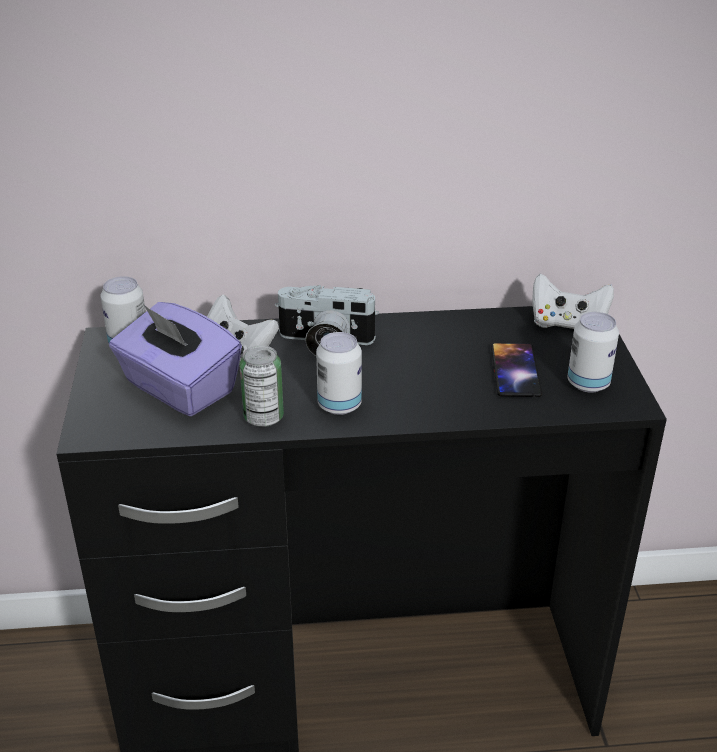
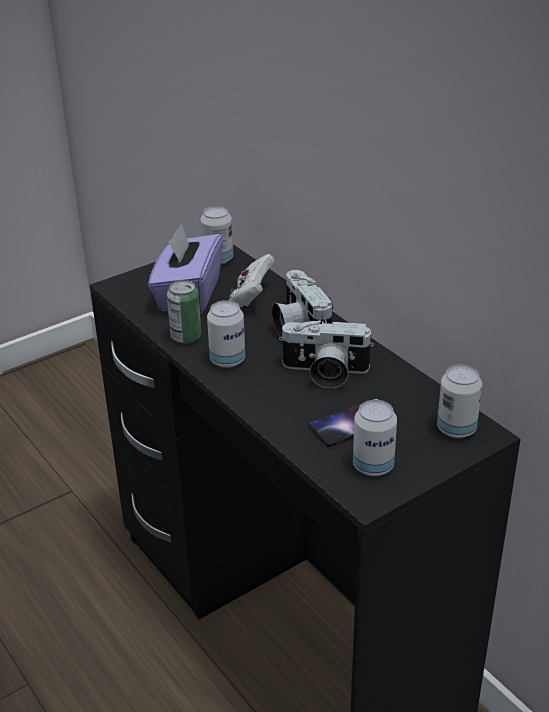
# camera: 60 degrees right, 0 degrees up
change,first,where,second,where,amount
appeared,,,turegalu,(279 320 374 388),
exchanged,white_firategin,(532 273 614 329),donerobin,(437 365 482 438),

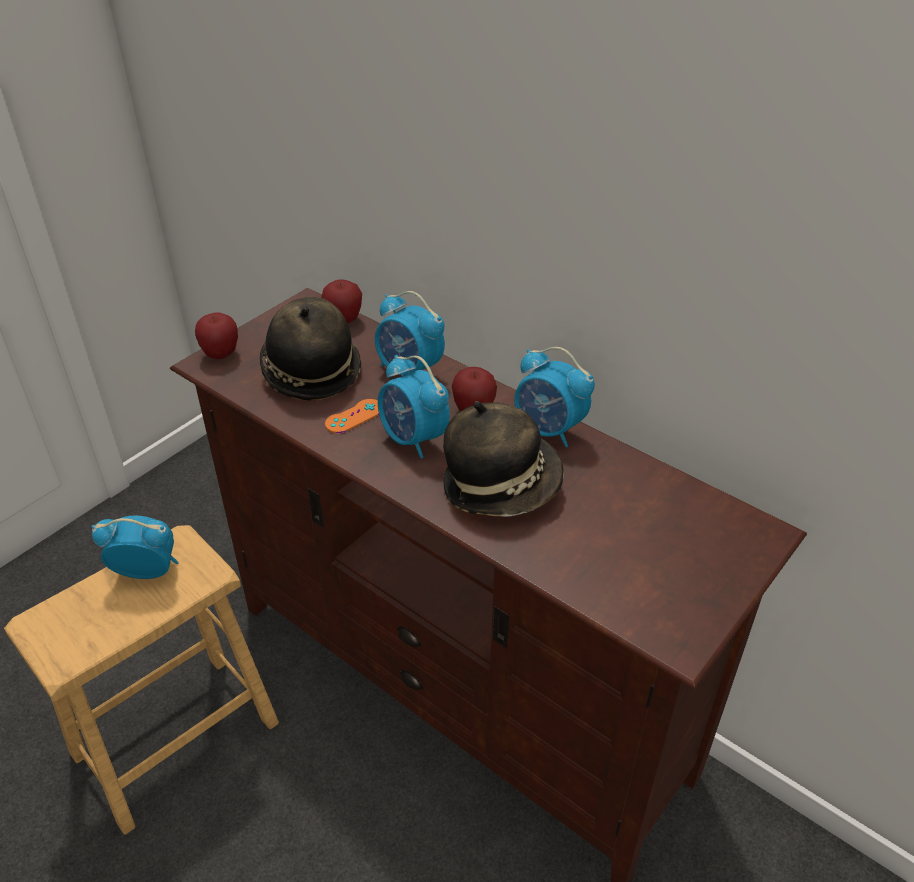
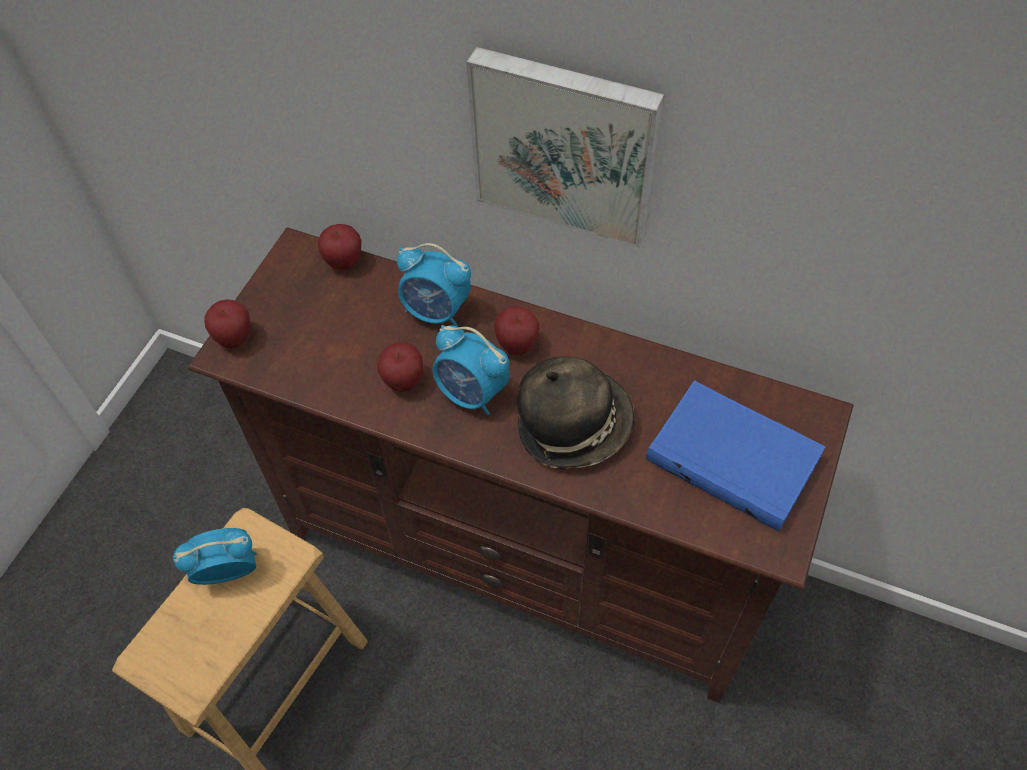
# camera: 15 degrees left, 15 degrees up
change,first,where,second,where,amount
missing,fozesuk,(260 297 361 401),,,
missing,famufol,(514 347 595 447),,,
appeared,,,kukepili,(467 47 664 248),
appeared,,,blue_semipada,(646 380 826 531),
exchanged,orange_firategin,(325 399 379 433),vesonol,(377 342 423 392),

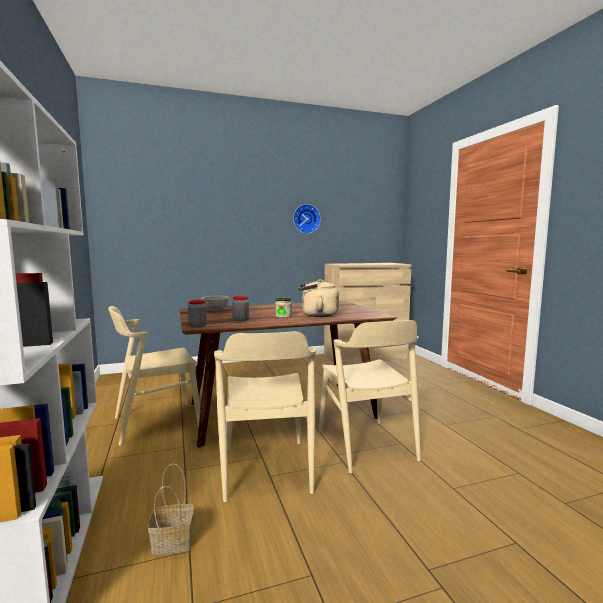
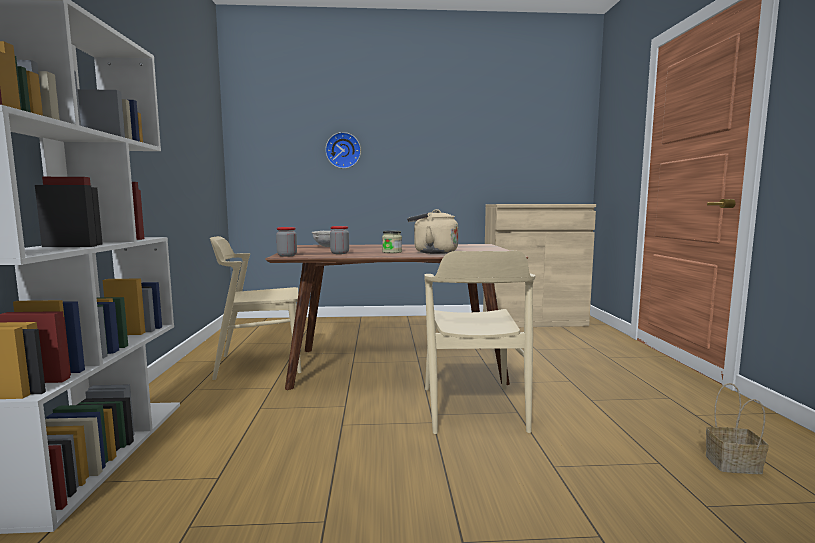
# camera: 15 degrees right, 0 degrees up
change,first,where,second,where,amount
missing,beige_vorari,(214 331 316 502),,,
relocated,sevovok,(148 463 194 555),,(706 383 768 474),
relocated,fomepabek,(293 204 321 234),,(325 132 361 168),

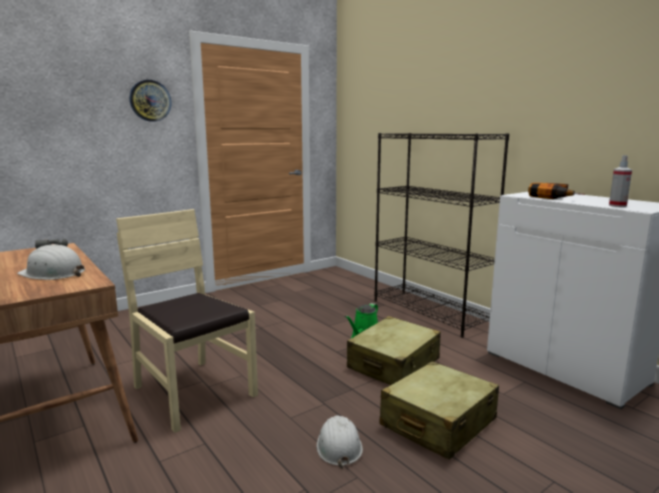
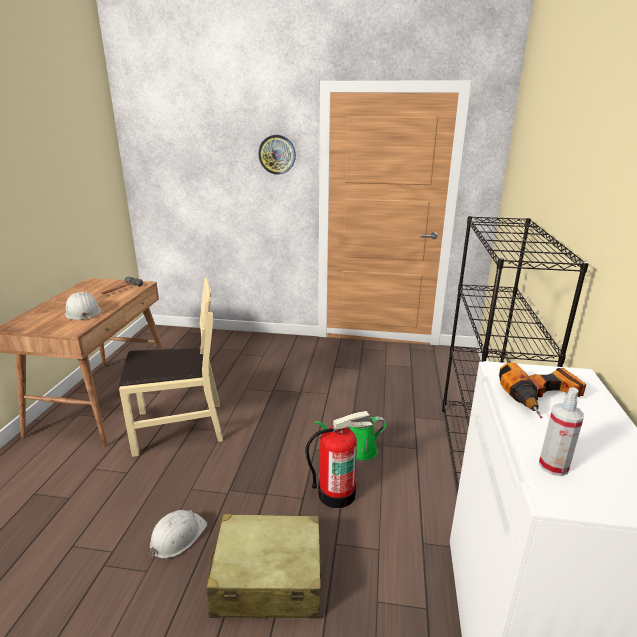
# camera: 45 degrees right, 10 degrees up
change,first,where,second,where,amount
exchanged,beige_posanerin,(347 316 441 385),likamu,(305 411 373 508),
spun,beige_vorari,(116 209 258 433),,(119 278 223 457),75 degrees clockwise

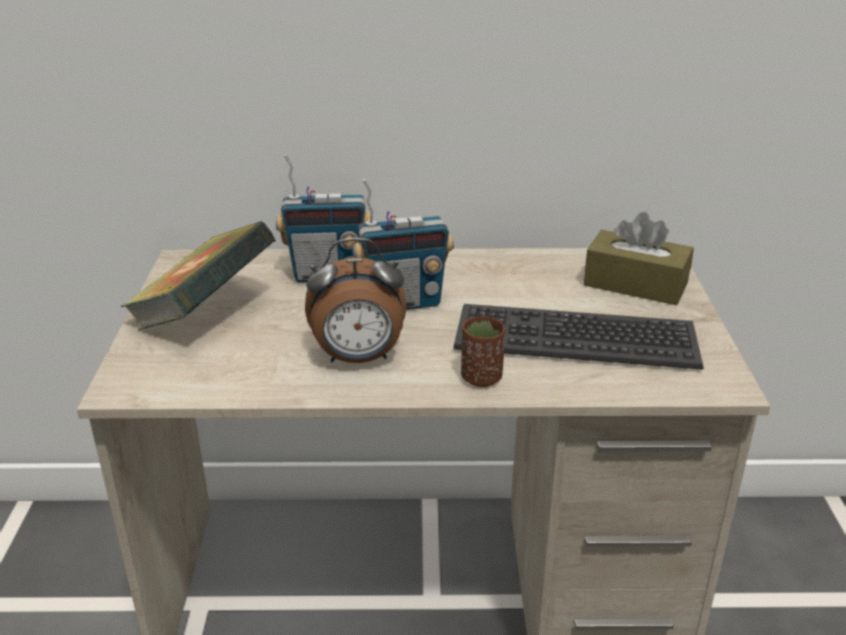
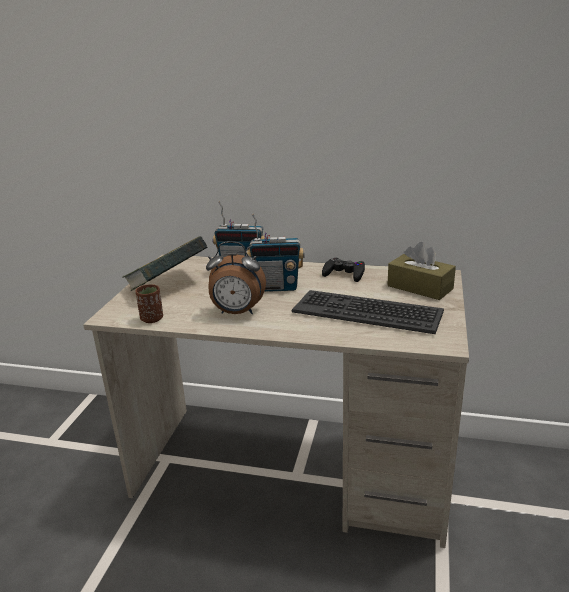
# camera: 15 degrees right, 5 degrees down
change,first,where,second,where,amount
appeared,,,black_firategin,(322 258 365 282),
relocated,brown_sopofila,(461 316 505 387),,(136 284 163 323),

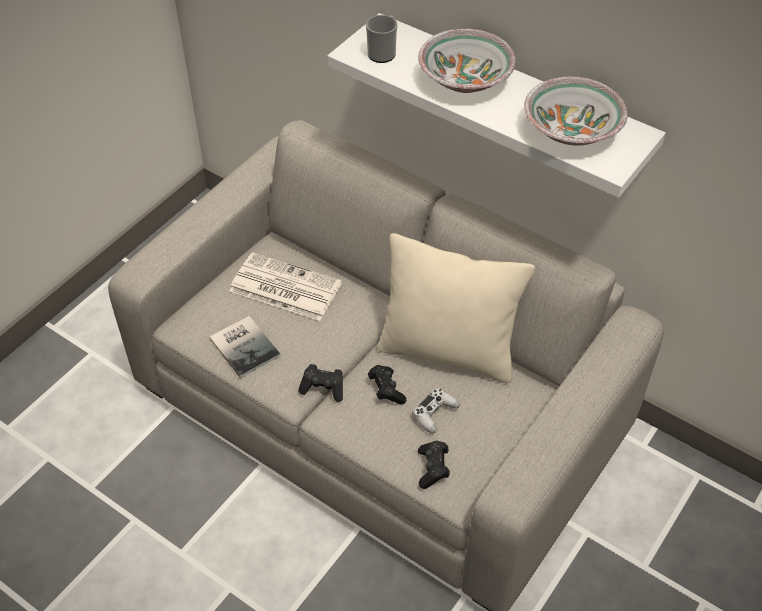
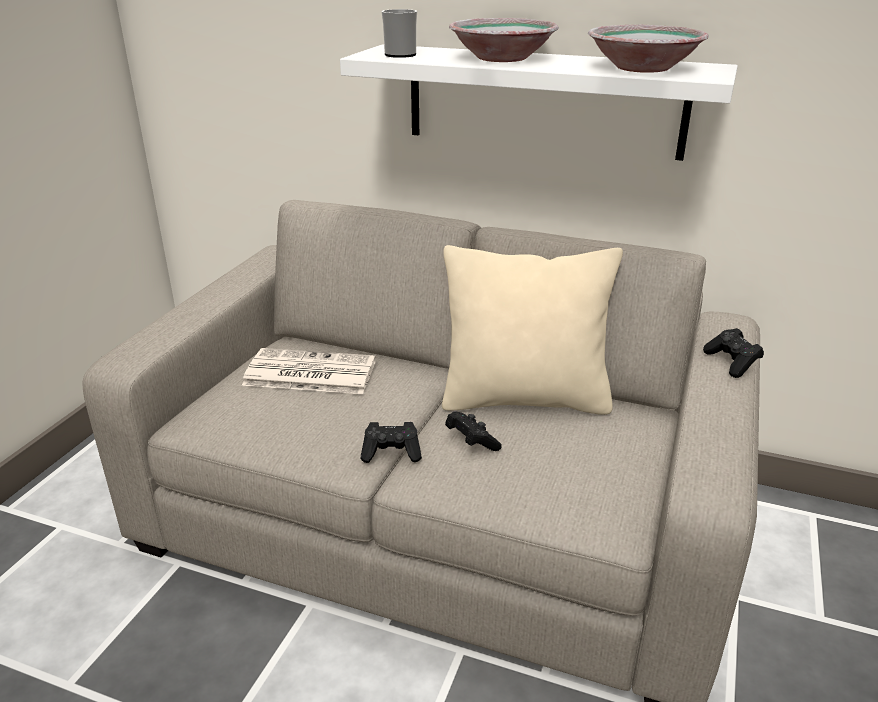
# camera: 15 degrees left, 20 degrees down
change,first,where,second,where,amount
missing,semipada,(209 316 281 378),,,
missing,white_firategin,(412 388 460 434),,,
relocated,black_firategin,(418 441 450 489),,(703 328 764 378),

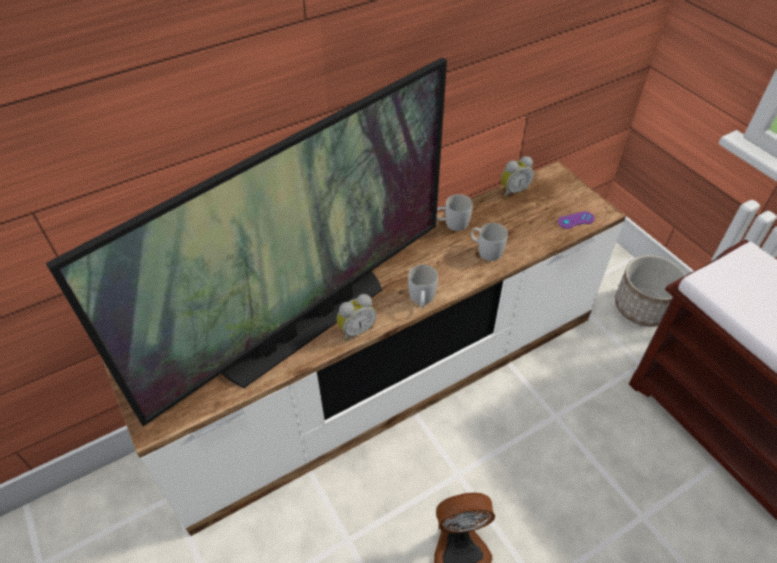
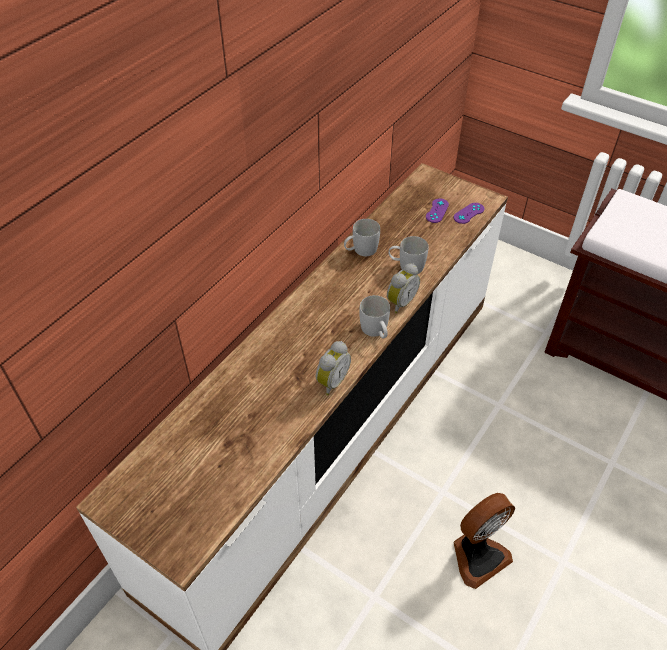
# camera: 25 degrees left, 0 degrees up
change,first,where,second,where,amount
missing,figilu,(46 57 447 426),,,
missing,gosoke,(615 255 686 327),,,
appeared,,,purple_firategin,(426 199 449 223),
relocated,famufol,(501 156 534 197),,(387 263 420 314),

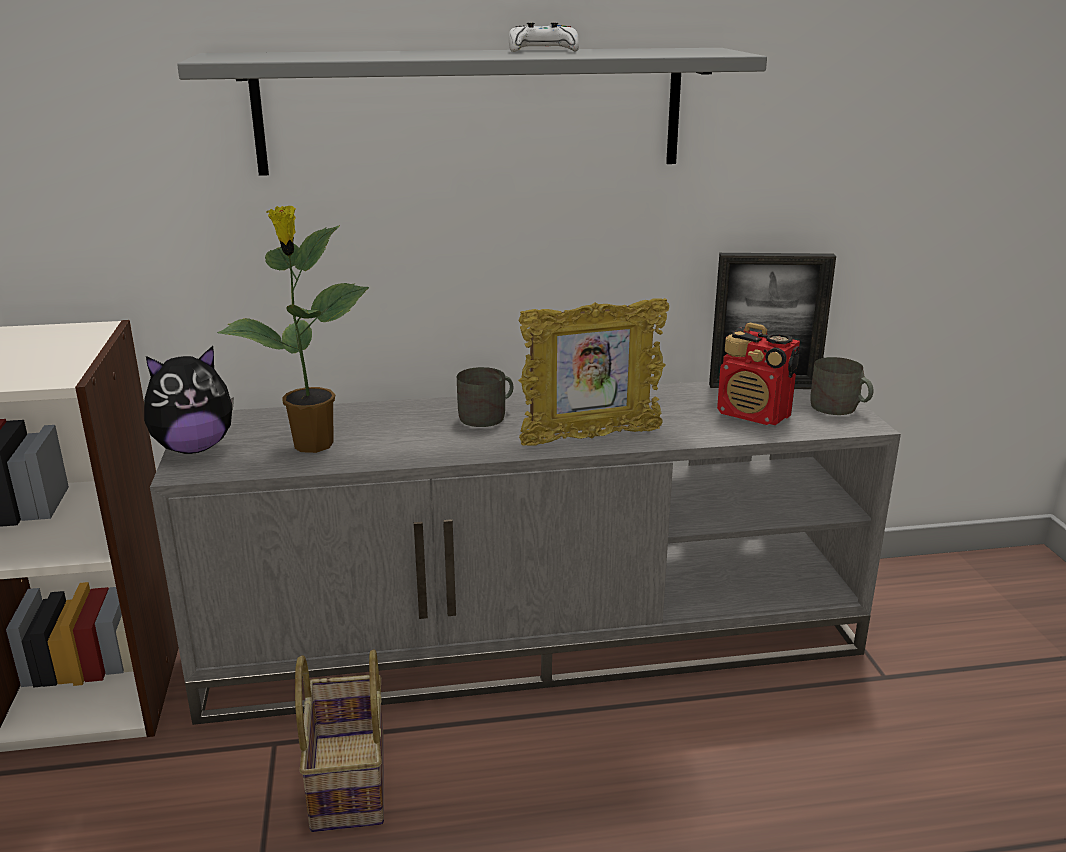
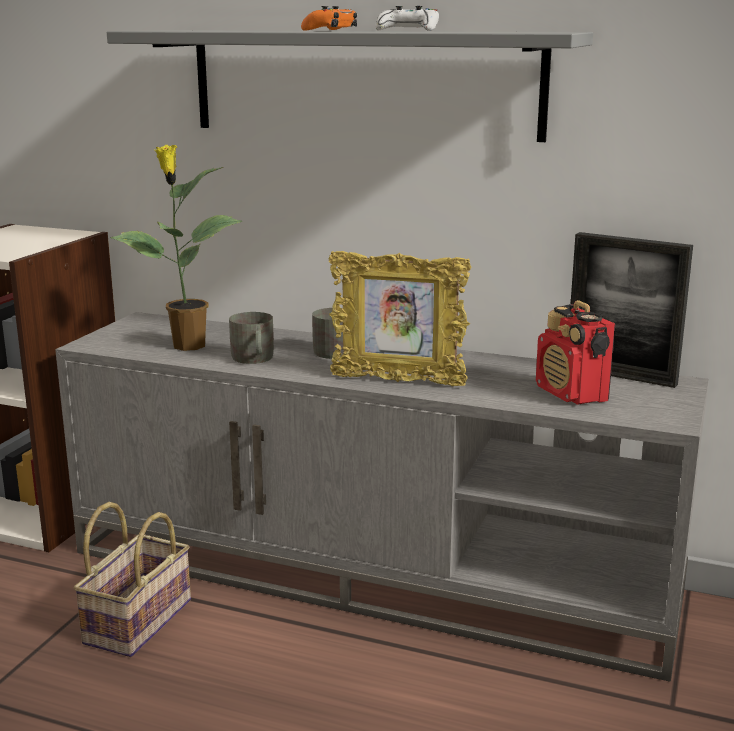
# camera: 30 degrees right, 5 degrees down
change,first,where,second,where,amount
missing,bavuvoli,(144 346 234 454),,,
appeared,,,orange_firategin,(301 6 357 31),
relocated,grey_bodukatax,(810 357 873 415),,(229 312 274 364),

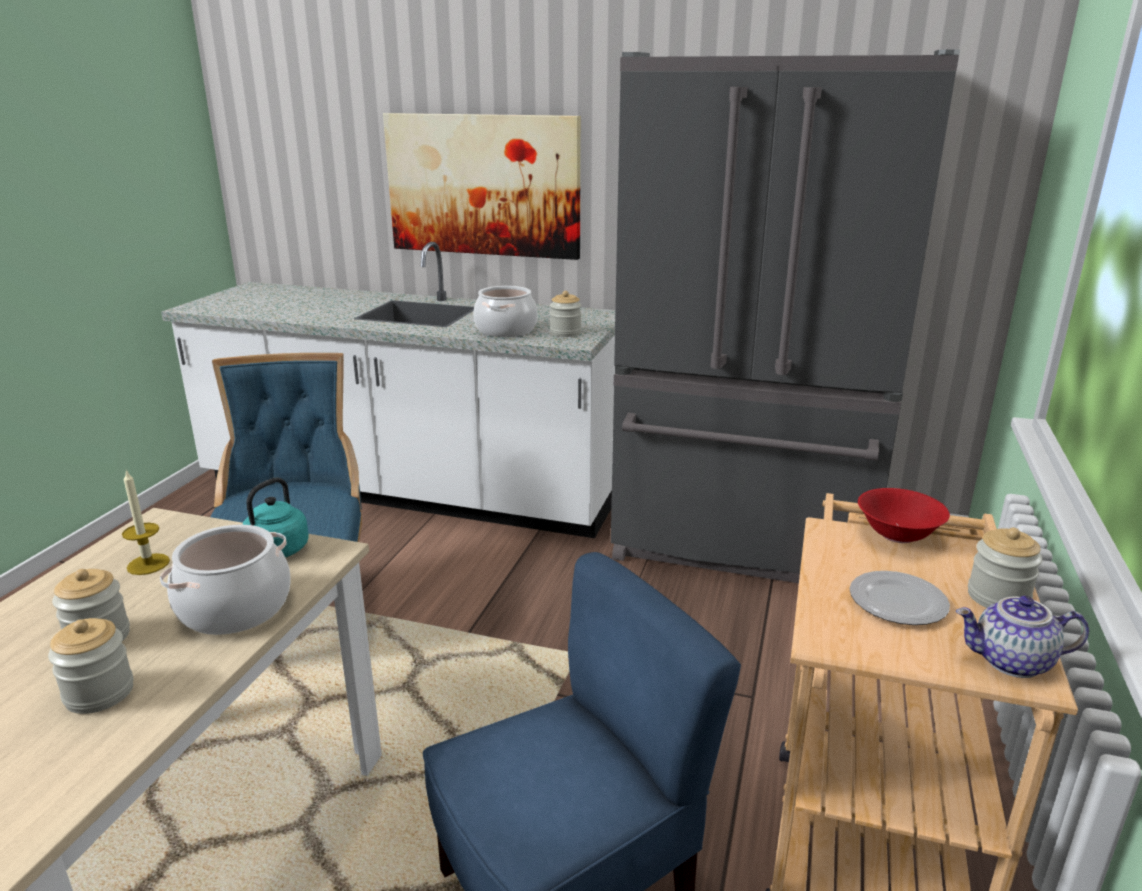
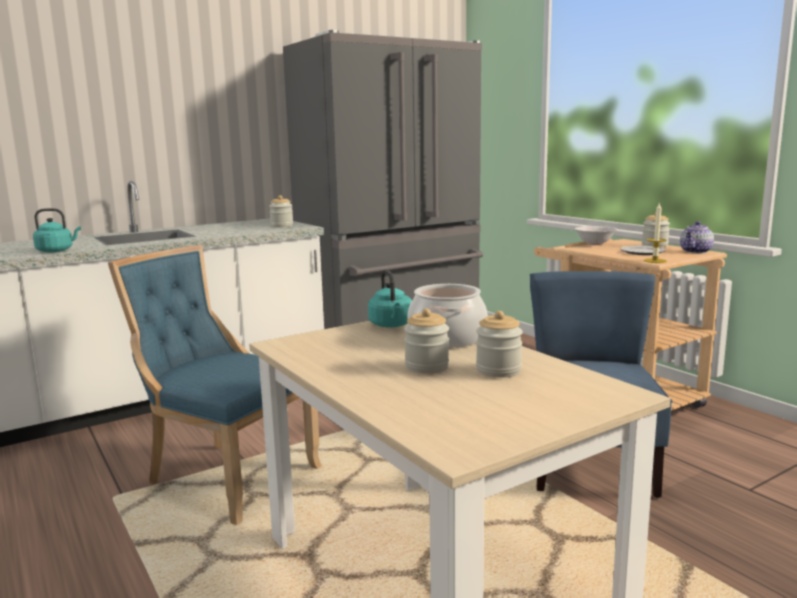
# camera: 50 degrees left, 10 degrees down
change,first,where,second,where,amount
missing,kukepili,(383 113 581 260),,,
missing,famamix,(473 286 537 337),,,
appeared,,,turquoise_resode,(33 208 81 252),
relocated,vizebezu,(122 470 170 575),,(644 202 667 263),
colour,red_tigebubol,(858 488 950 543),white_tigebubol,(575 226 617 245),

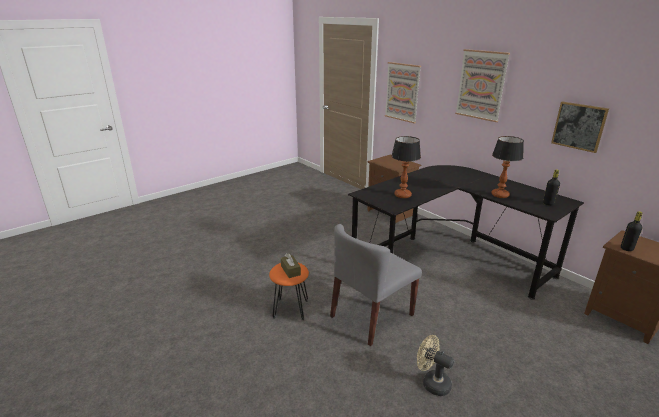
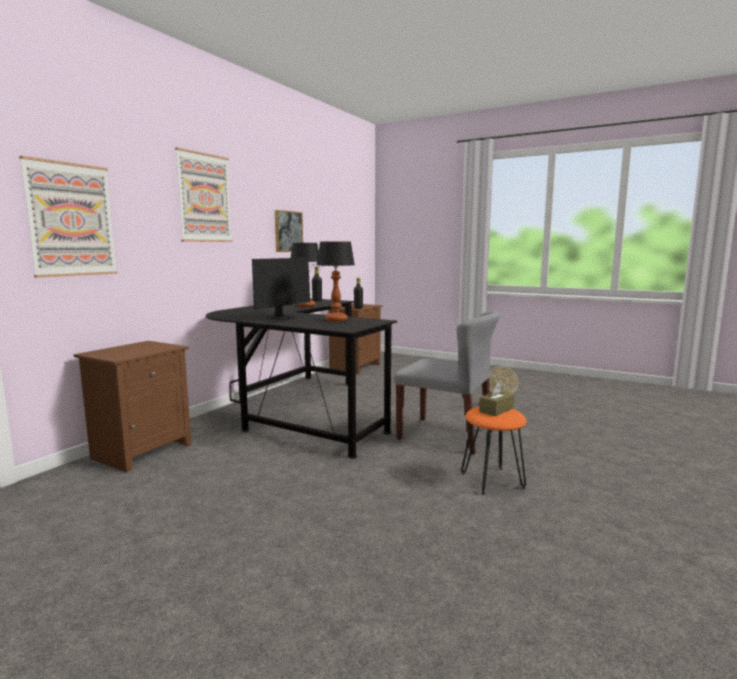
# camera: 110 degrees left, 15 degrees down
change,first,where,second,where,amount
appeared,,,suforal,(252 258 324 320),

